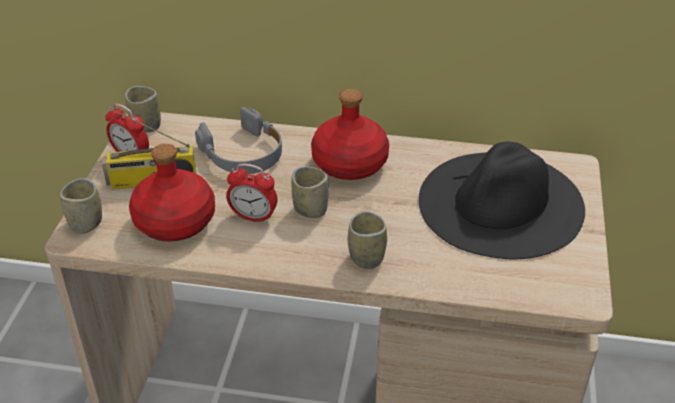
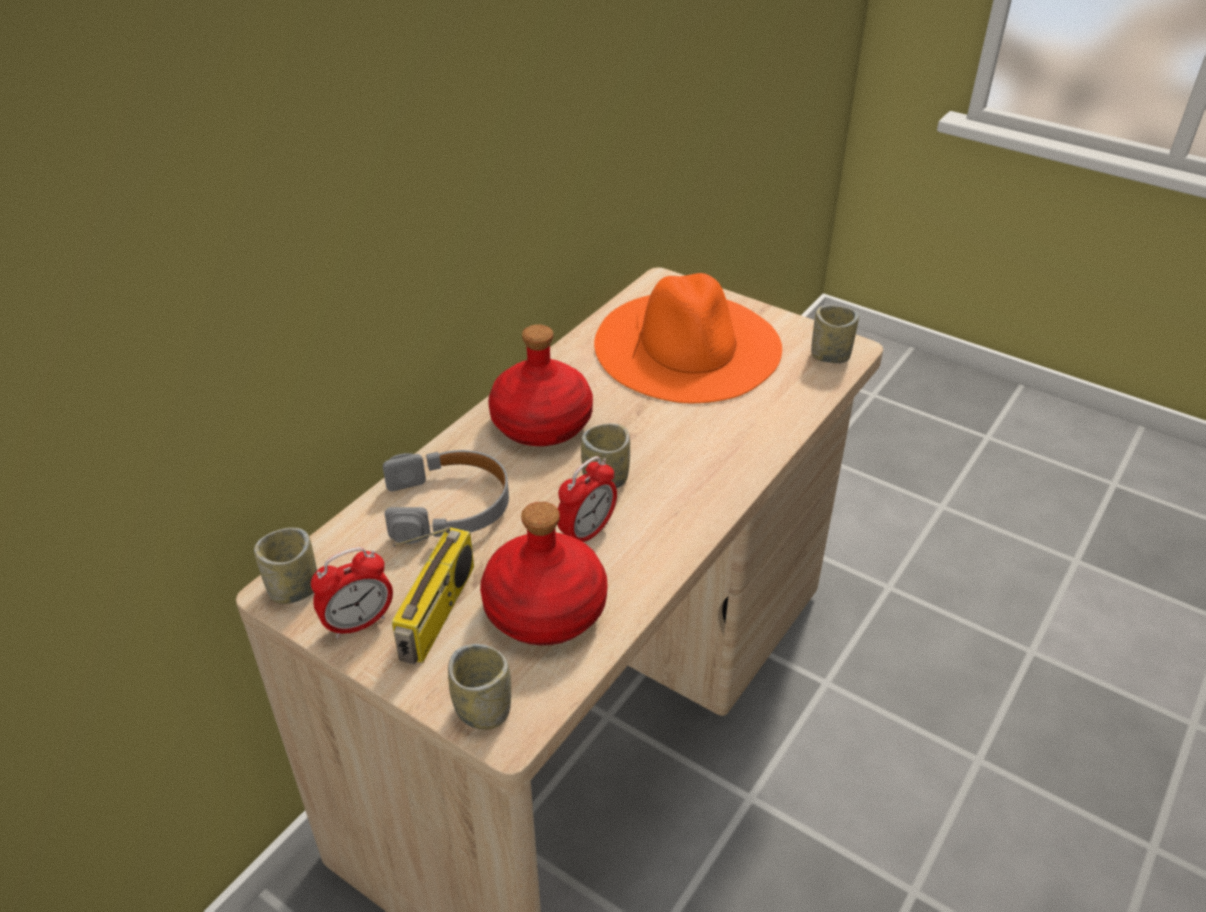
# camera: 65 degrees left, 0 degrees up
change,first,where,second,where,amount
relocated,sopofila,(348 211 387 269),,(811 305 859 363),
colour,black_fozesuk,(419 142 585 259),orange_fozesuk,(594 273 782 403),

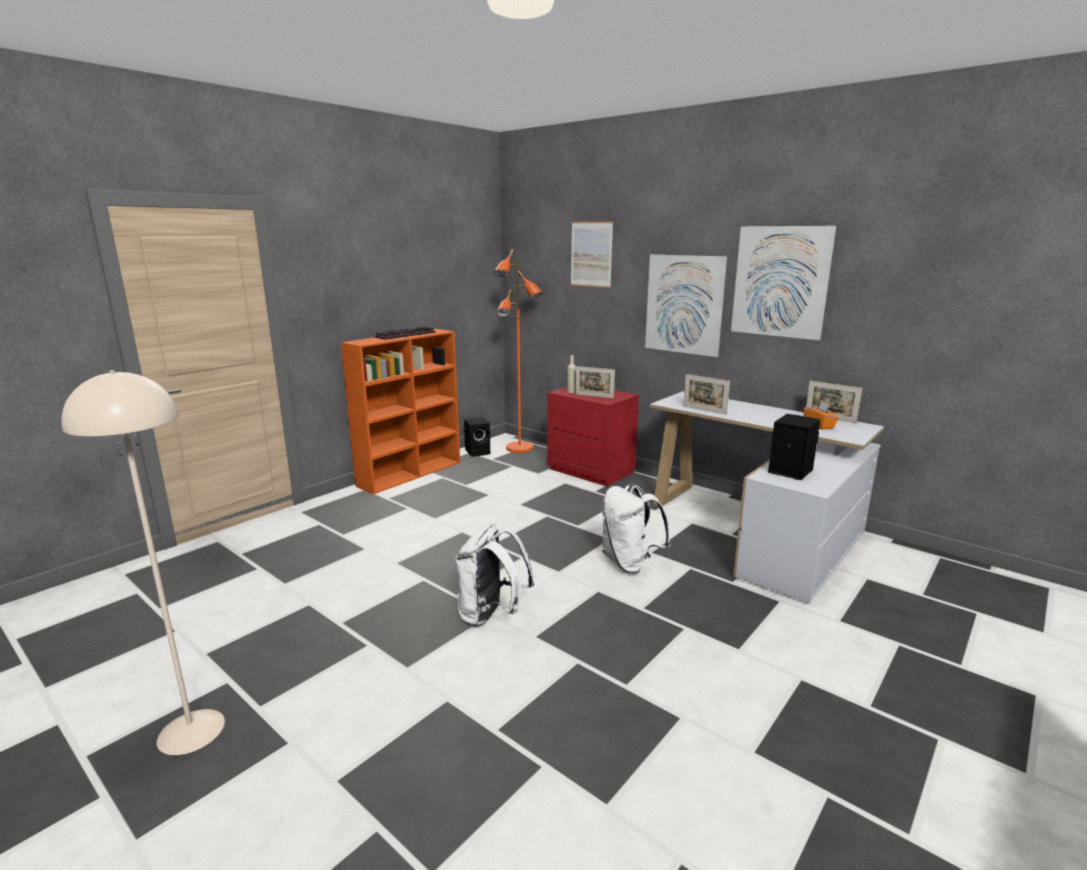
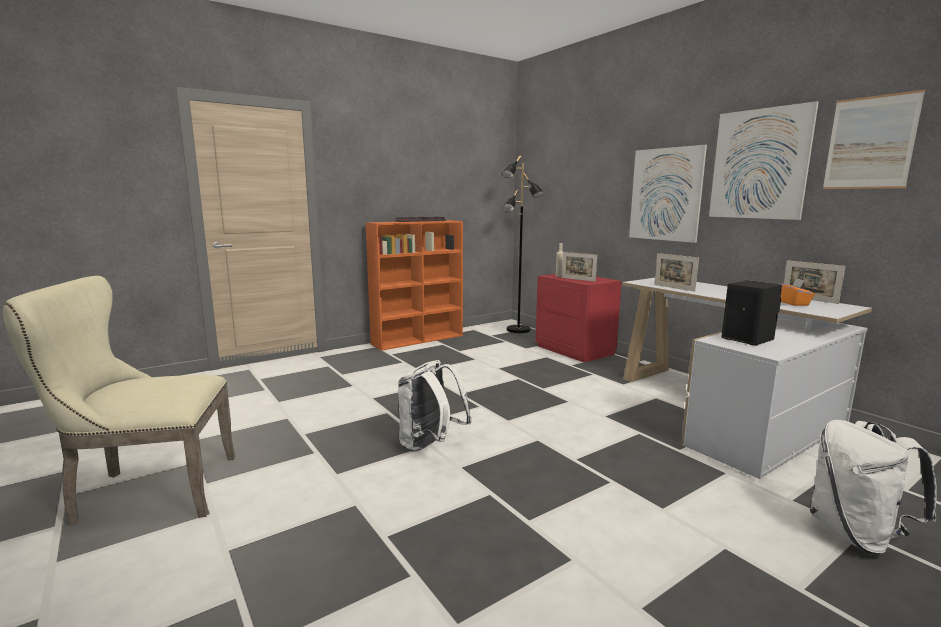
# camera: 15 degrees right, 5 degrees down
change,first,where,second,where,amount
missing,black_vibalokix,(464 417 491 457),,,
relocated,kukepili,(571 221 613 288),,(823 90 925 189),
relocated,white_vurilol,(602 485 671 574),,(810 420 937 556),
exchanged,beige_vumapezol,(62 370 225 755),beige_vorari,(3 276 235 525),
colour,orange_vumapezol,(494 249 543 453),black_vumapezol,(501 155 544 333),

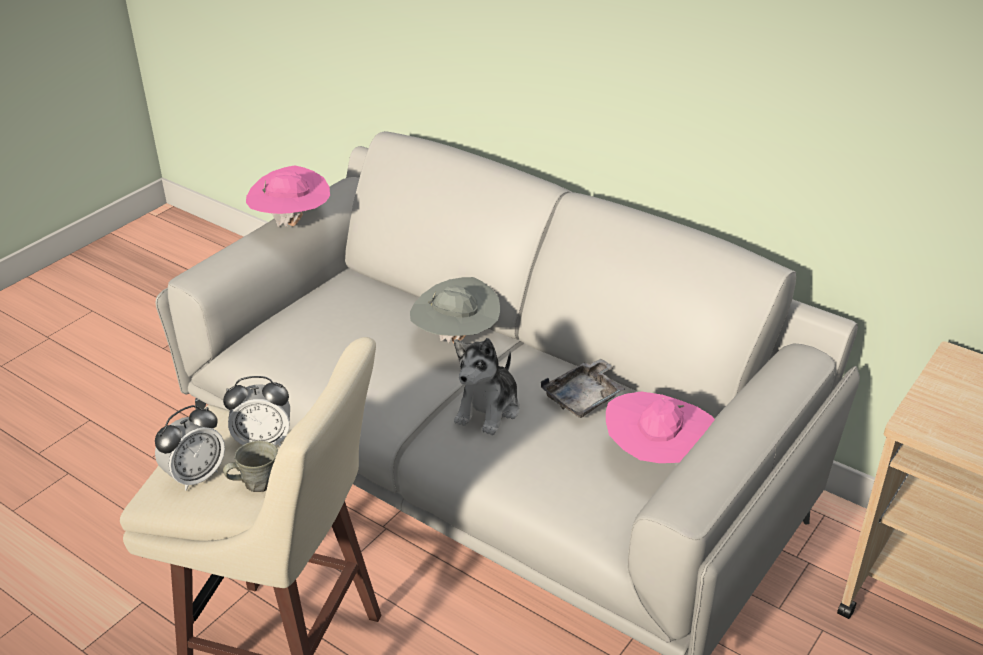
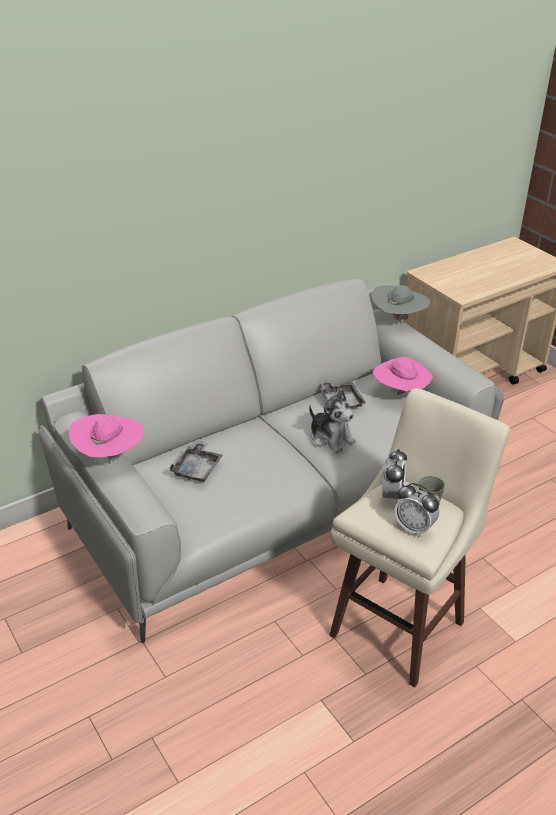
# camera: 70 degrees left, 0 degrees up
change,first,where,second,where,amount
appeared,,,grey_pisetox,(170 441 223 482),
relocated,grey_fozesuk,(410 277 501 344),,(372 285 430 324),
spun,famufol,(155 405 225 491),,(394 483 439 537),150 degrees clockwise

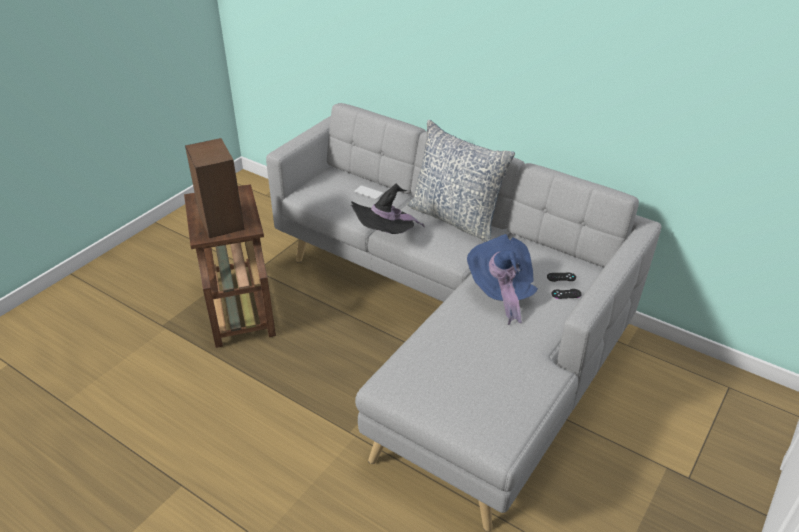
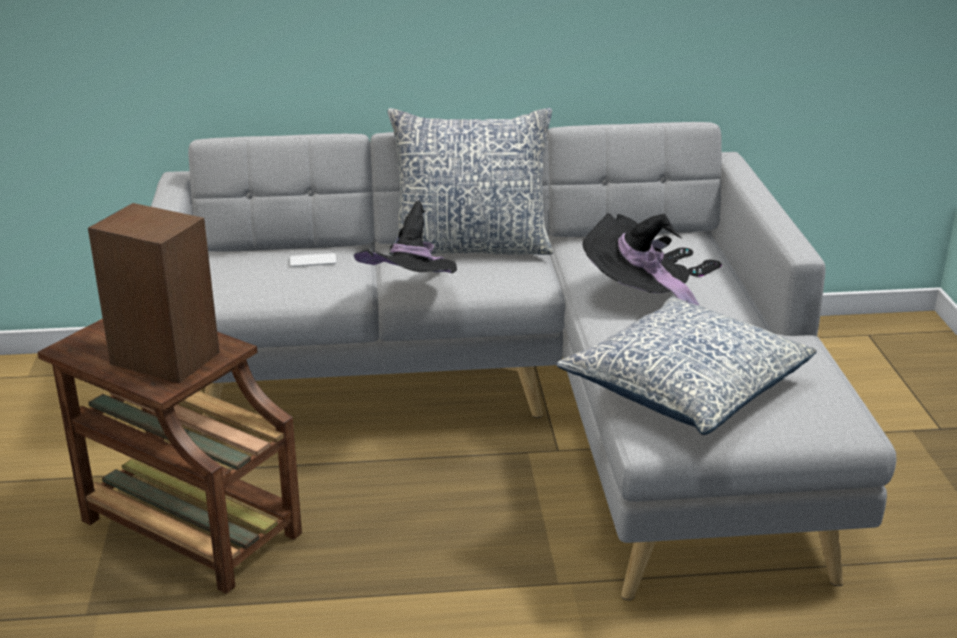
# camera: 40 degrees left, 10 degrees down
change,first,where,second,where,amount
appeared,,,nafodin,(557 297 817 435),
colour,blue_fozesuk,(467 234 538 325),black_fozesuk,(583 213 700 306),

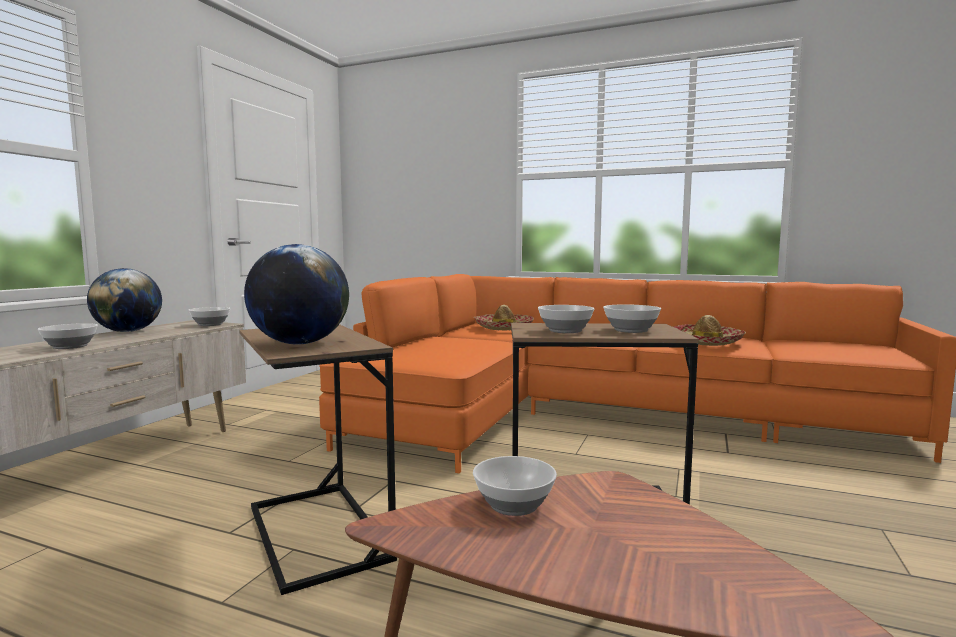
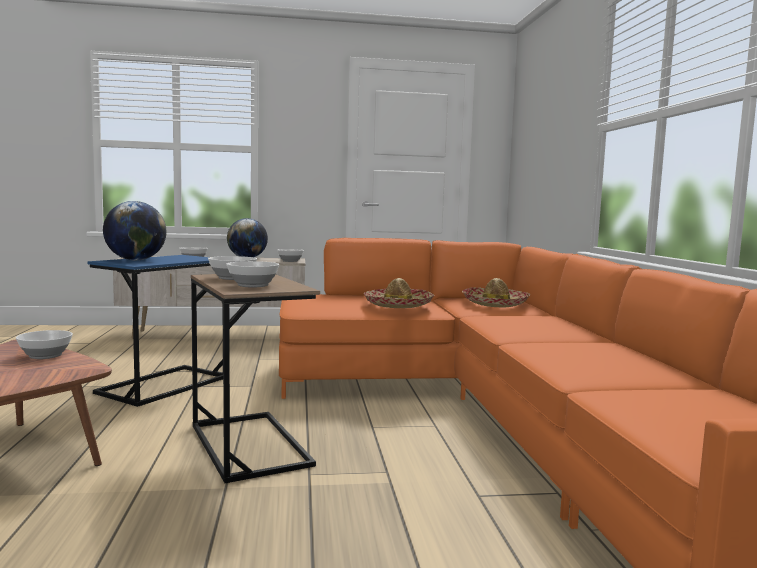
# camera: 60 degrees right, 0 degrees up
change,first,where,second,where,amount
relocated,fozesuk,(674 315 746 346),,(364 278 434 308),
colour,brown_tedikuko,(239 324 397 595),blue_tedikuko,(87 255 223 407),

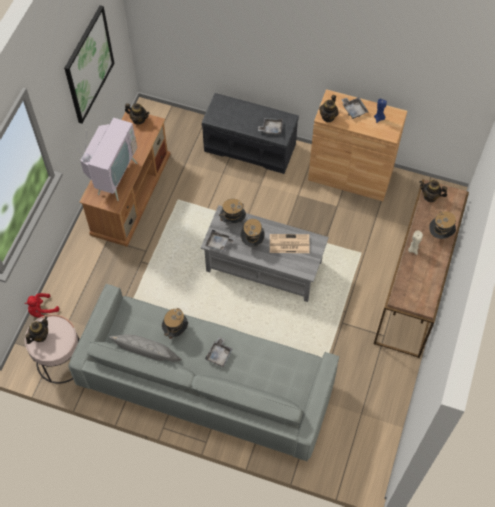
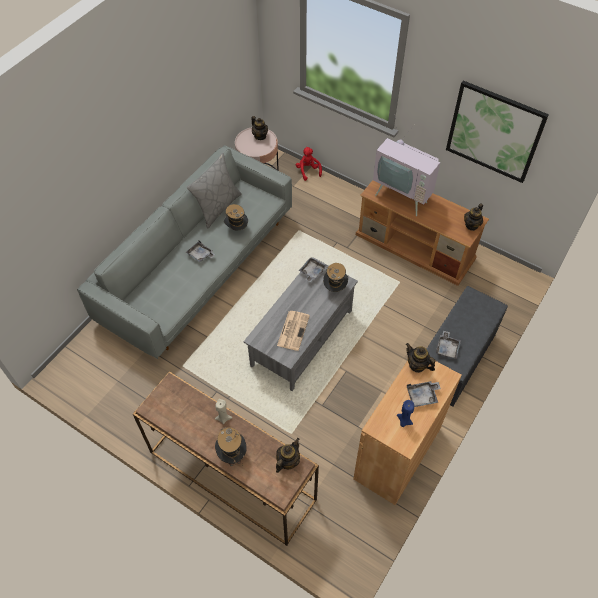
# camera: 105 degrees right, 5 degrees down
change,first,where,second,where,amount
missing,fozesuk,(241 219 265 247),,,

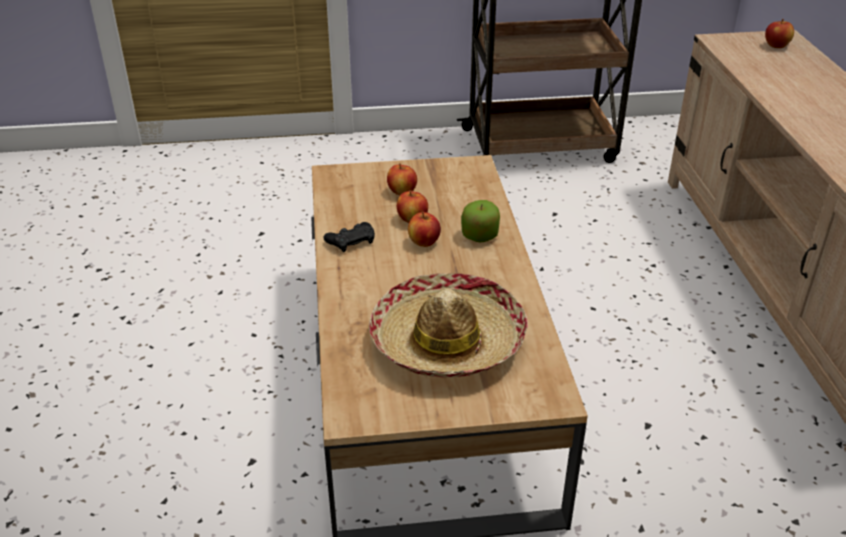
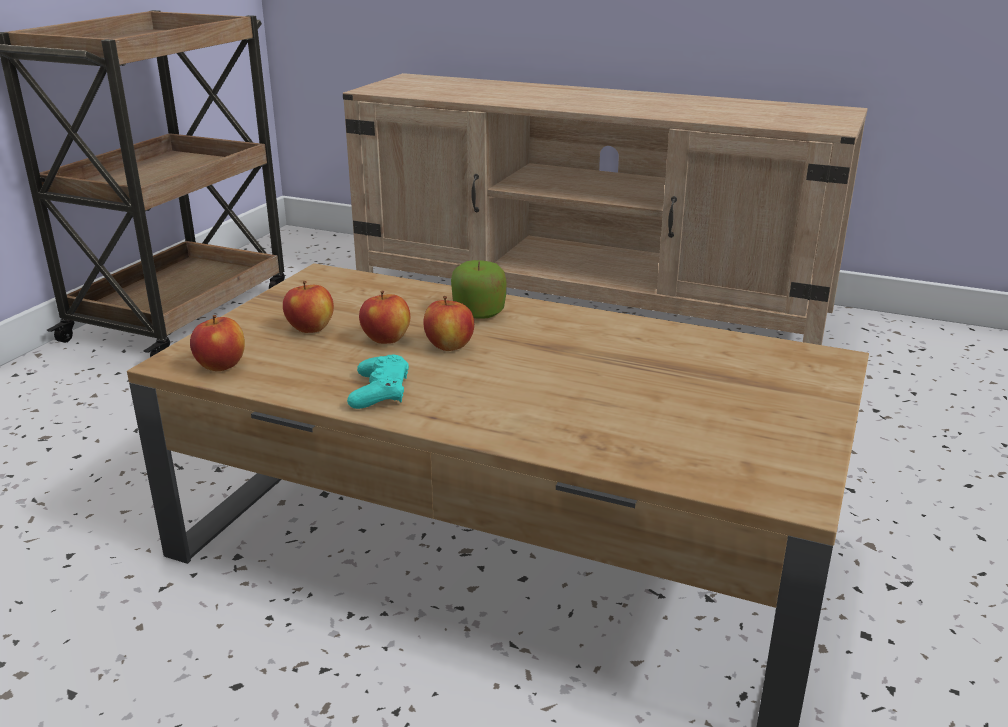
# camera: 60 degrees left, 10 degrees down
change,first,where,second,where,amount
missing,fozesuk,(369 273 528 377),,,
relocated,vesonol,(765 19 794 48),,(190 315 245 371),
colour,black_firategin,(324 222 375 252),turquoise_firategin,(347 355 409 409),

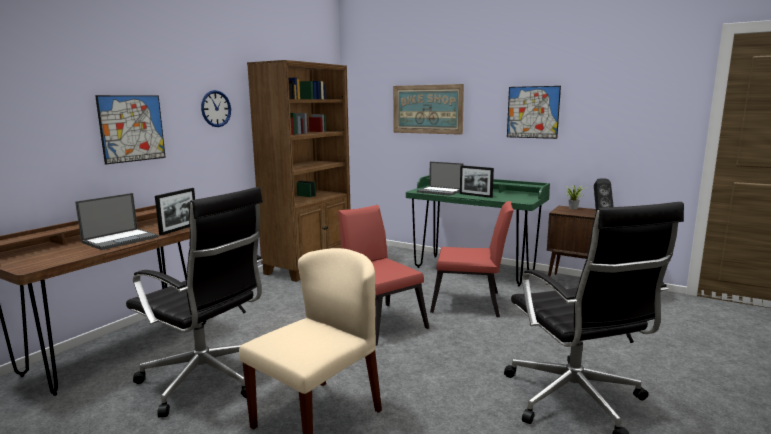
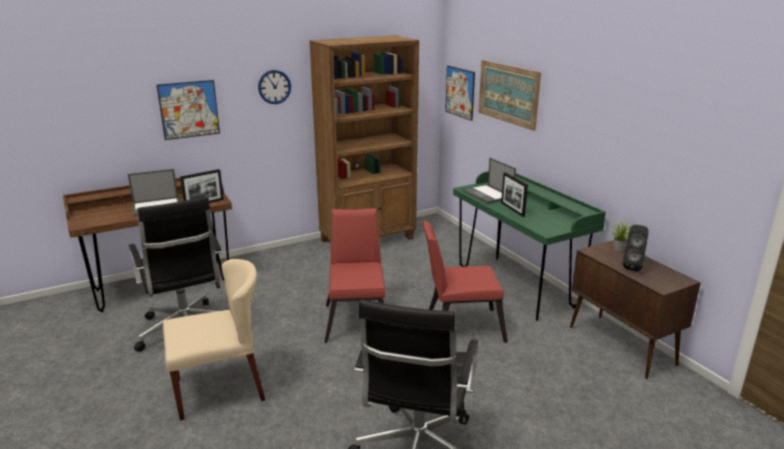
# camera: 30 degrees right, 10 degrees up
change,first,where,second,where,amount
relocated,kukepili,(507 86 561 139),,(445 66 475 121),
spun,red_vorari,(430 201 514 317),,(423 220 508 343),135 degrees clockwise

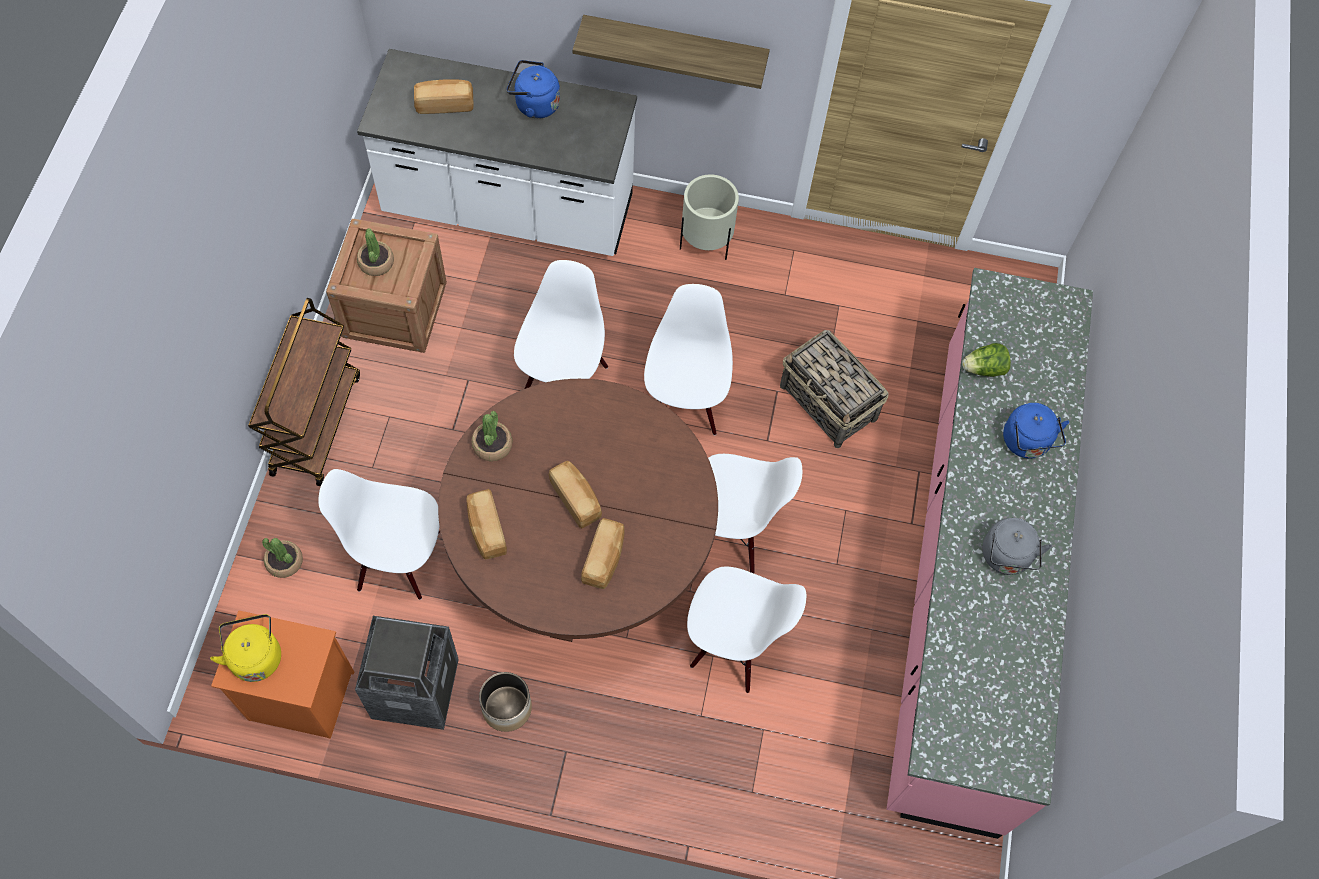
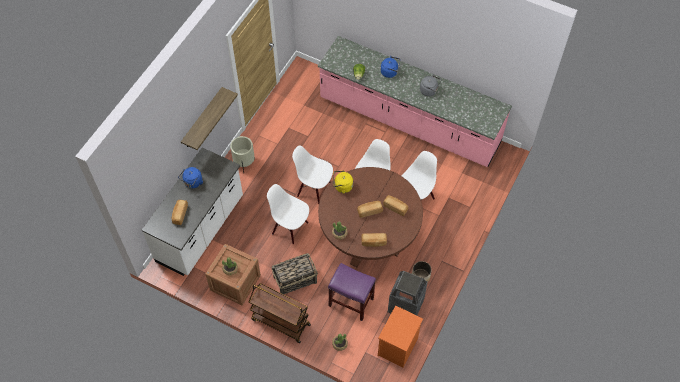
# camera: 70 degrees left, 5 degrees down
change,first,where,second,where,amount
relocated,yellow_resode,(210 614 281 682),,(333 171 353 194),
relocated,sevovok,(780 330 888 448),,(272 253 318 295),
exchanged,white_vorari,(318 469 440 600),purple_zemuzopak,(328 263 376 321),

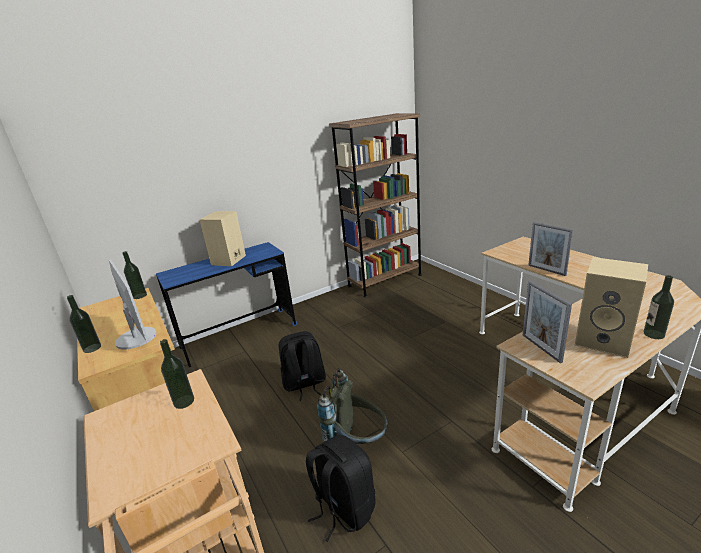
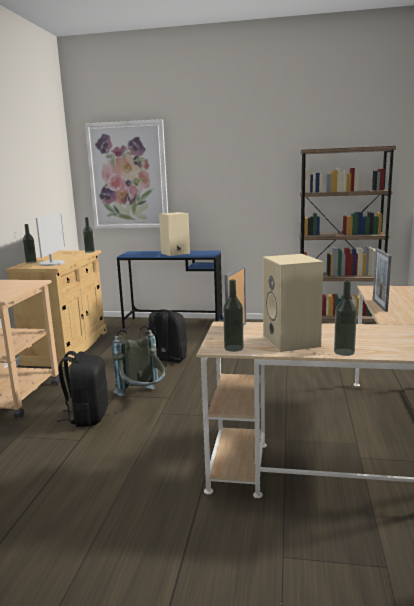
# camera: 40 degrees right, 10 degrees down
change,first,where,second,where,amount
appeared,,,kukepili,(85 119 168 229),
relocated,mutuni,(160 339 194 409),,(223 279 243 352),

